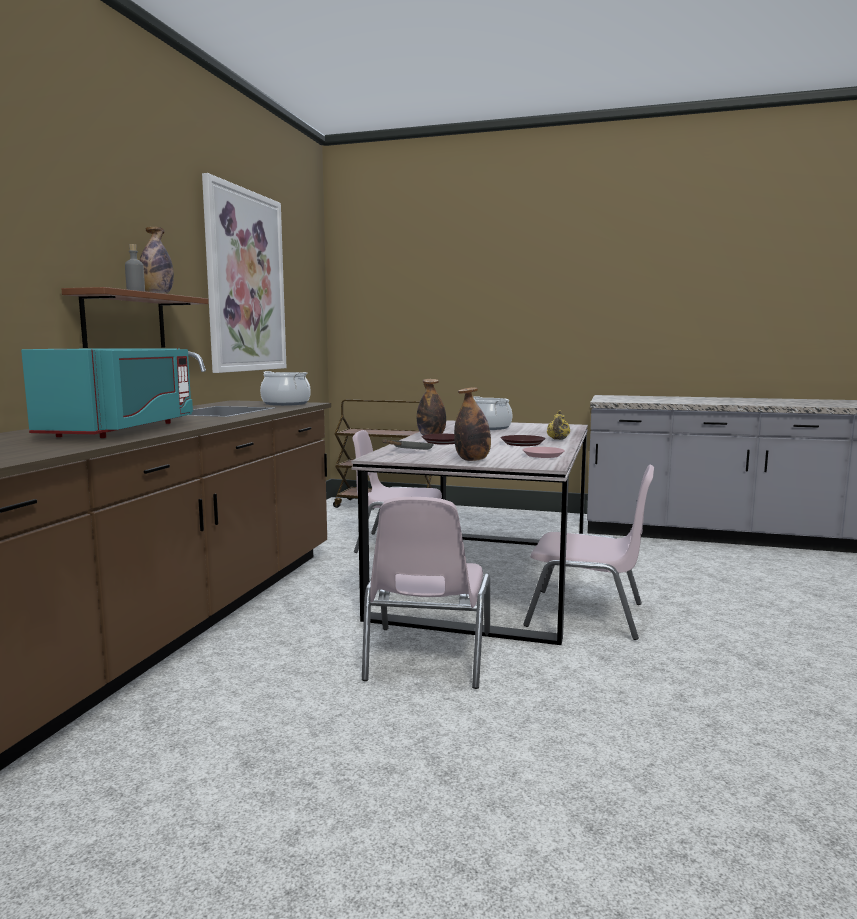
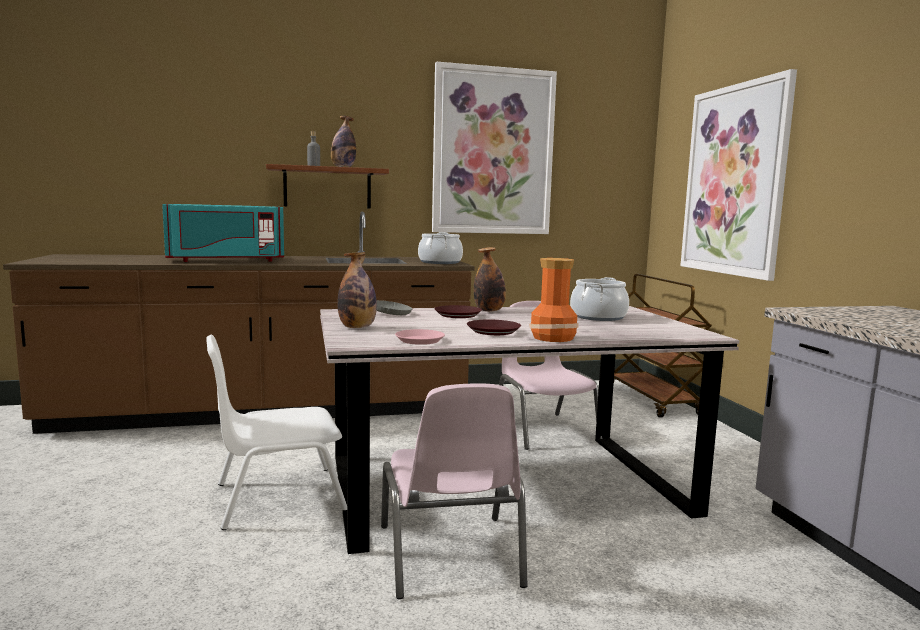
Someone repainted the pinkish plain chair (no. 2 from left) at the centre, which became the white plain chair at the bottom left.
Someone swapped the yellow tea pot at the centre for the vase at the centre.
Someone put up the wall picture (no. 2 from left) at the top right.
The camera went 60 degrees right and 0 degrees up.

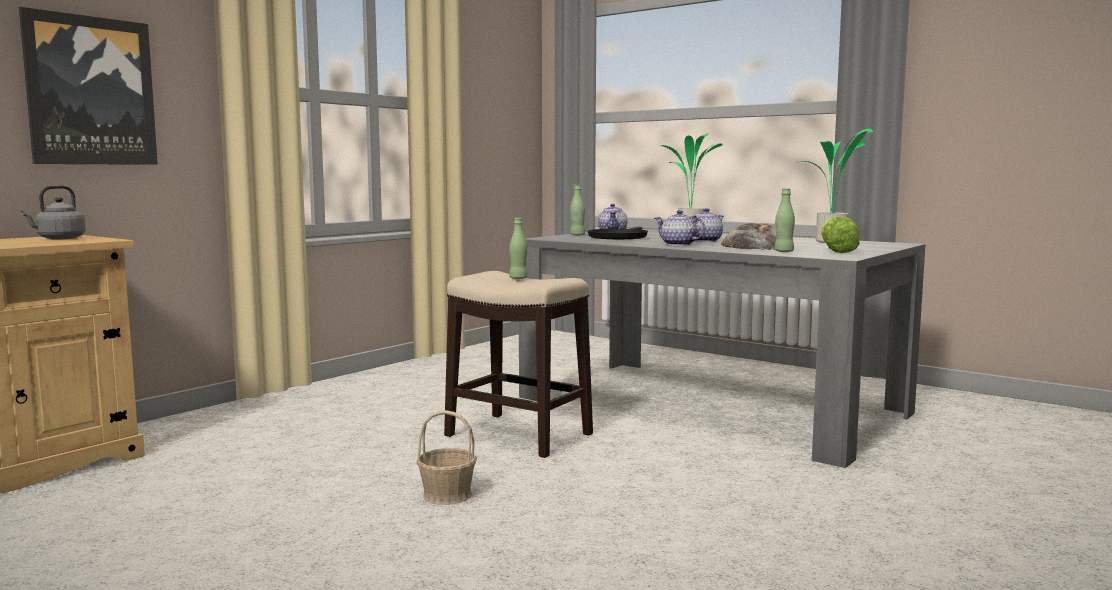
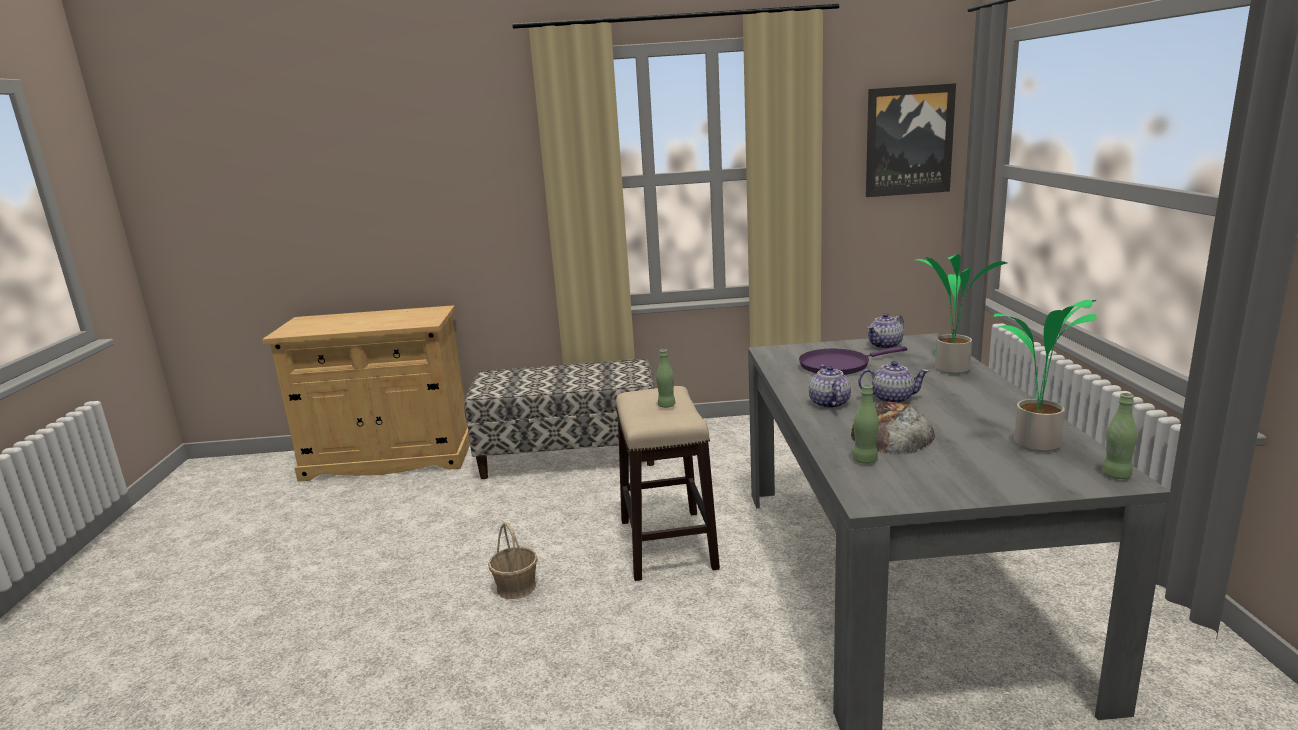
Someone carried the wall picture from the top left to the top right.
Someone took away the greyish tea kettle at the middle left.
Someone carried the green-coloured drink bottle (no. 2 from left in the first image) from the centre to the middle right.
Someone repainted the blackish pan at the centre, which became the purplish pan at the centre.
Someone took away the lettuce head at the middle right.
Someone put down the long seat at the centre.
The camera went 50 degrees right and 10 degrees up.

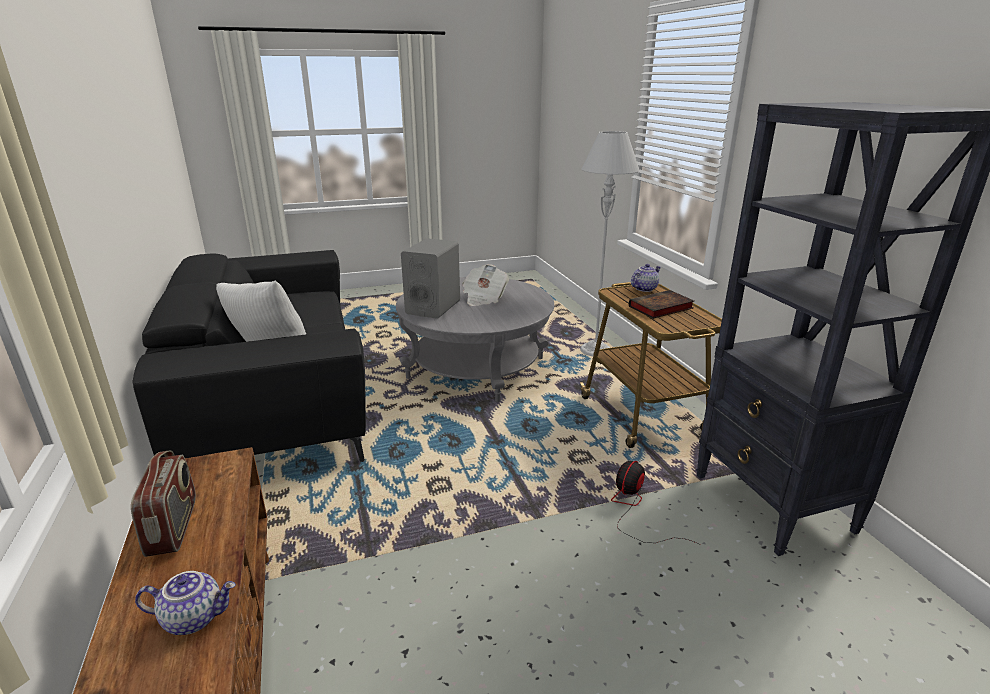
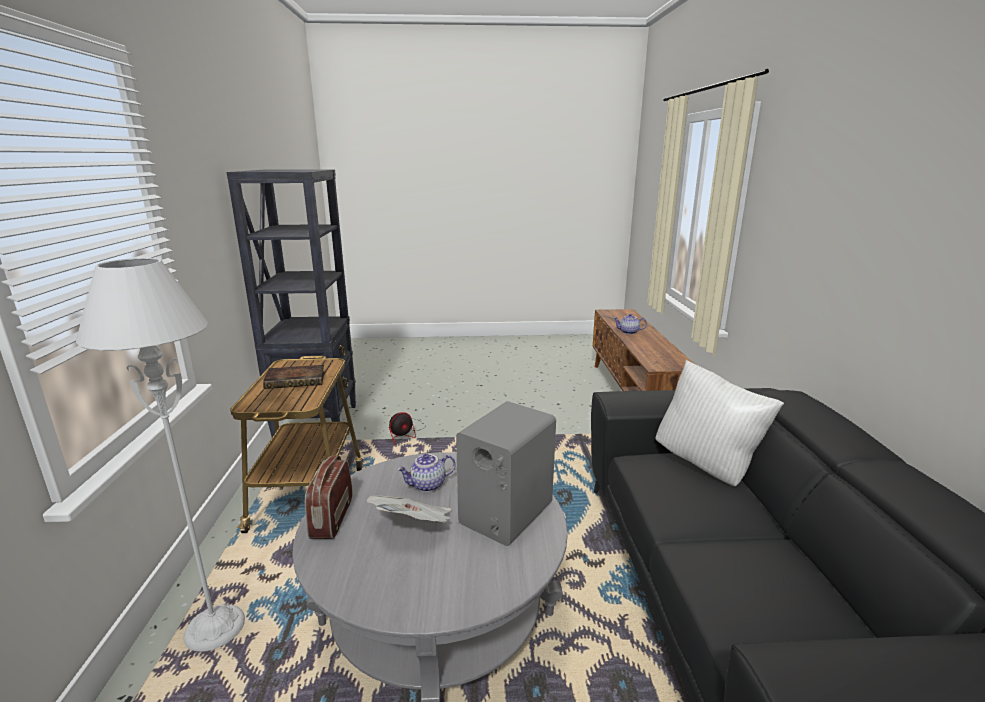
Someone carried the radio from the bottom left to the bottom centre.
Someone carried the tea pot (no. 2 from left in the first image) from the centre to the bottom centre.
The camera went 165 degrees left and 5 degrees down.

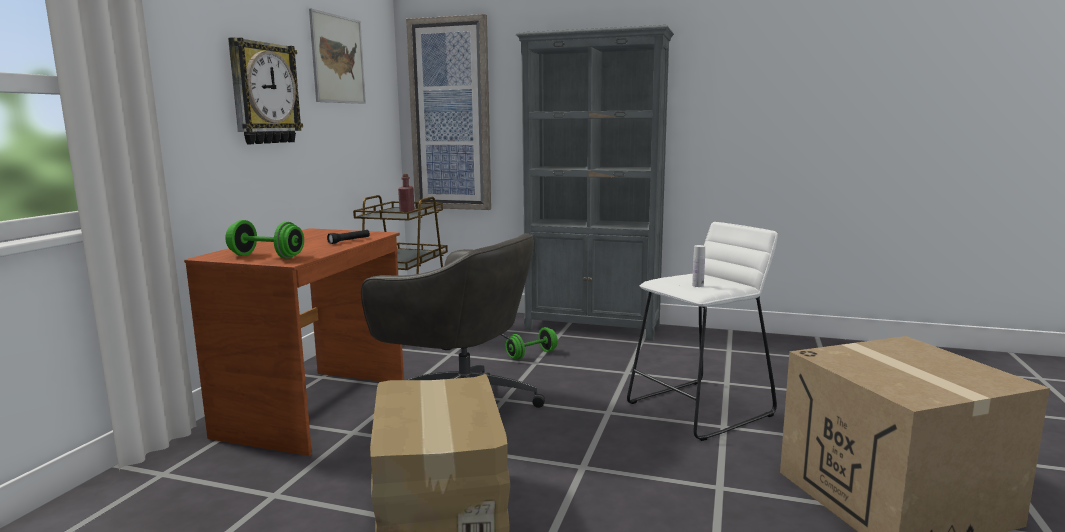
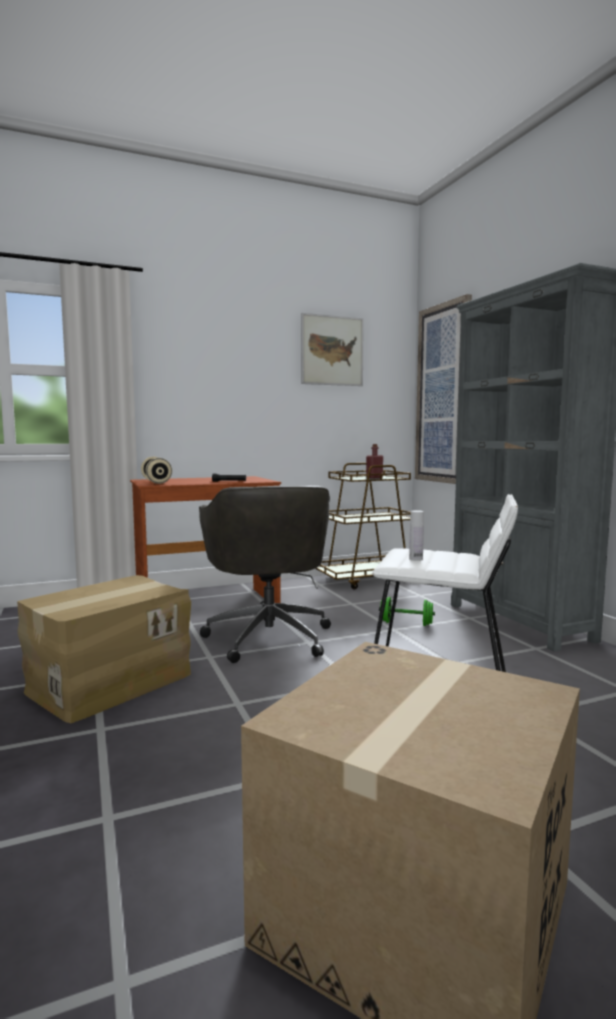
Someone repainted the green-coloured hand weight (no. 1 from left) at the middle left, which became the sand-coloured hand weight at the middle left.
Someone took away the wall clock at the top left.
The camera went 50 degrees right and 5 degrees down.

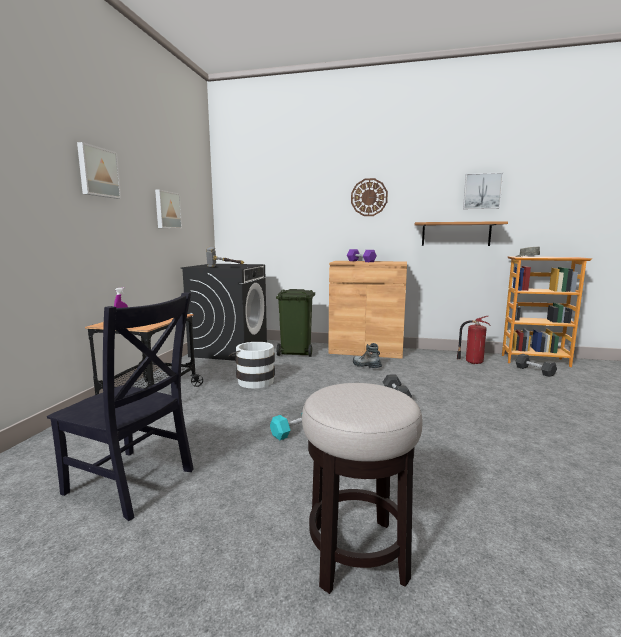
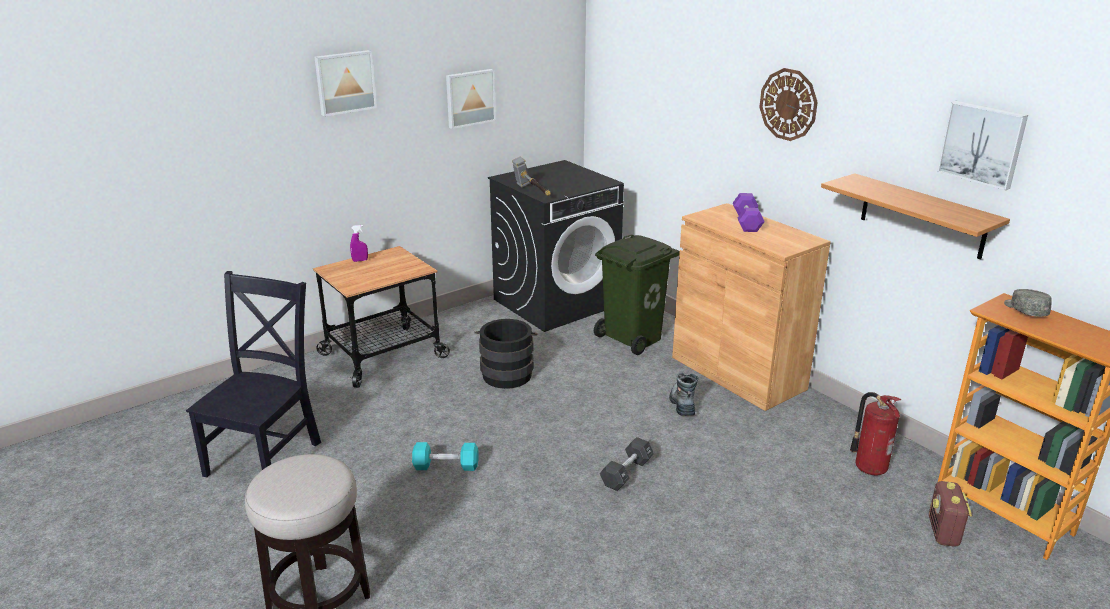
Someone rotated the blackish plain chair at the middle left by 135 degrees counterclockwise.
Someone repainted the white pail at the centre, which became the blackish pail at the centre.
Someone swapped the blackish hand weight (no. 2 from left) at the middle right for the radio at the bottom right.
The camera went 40 degrees right and 15 degrees up.

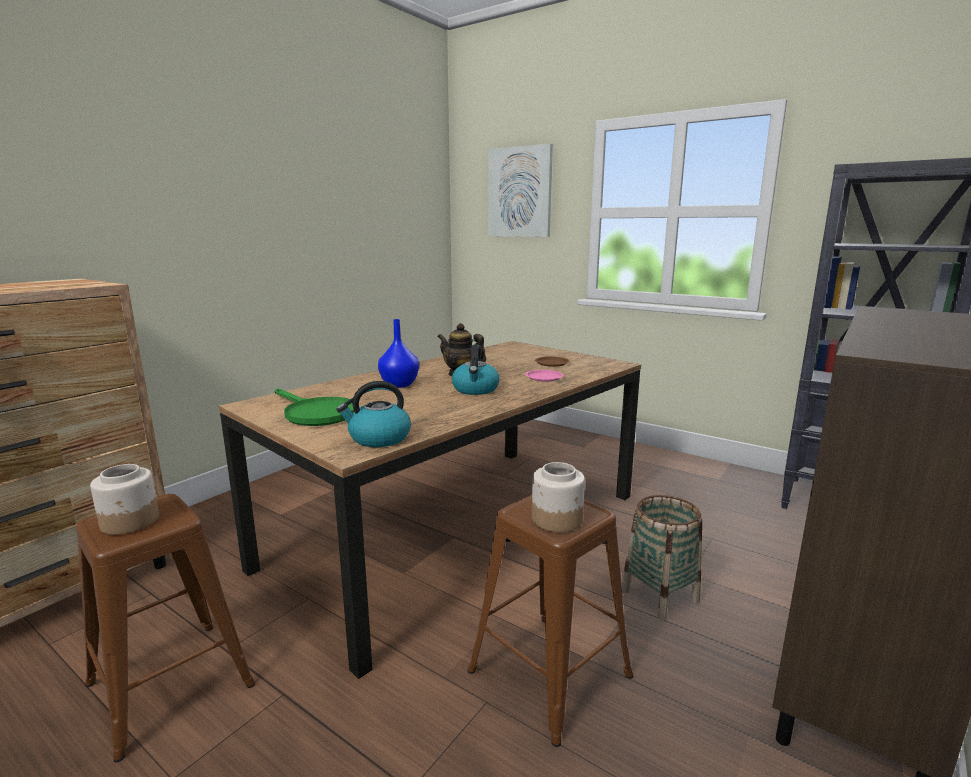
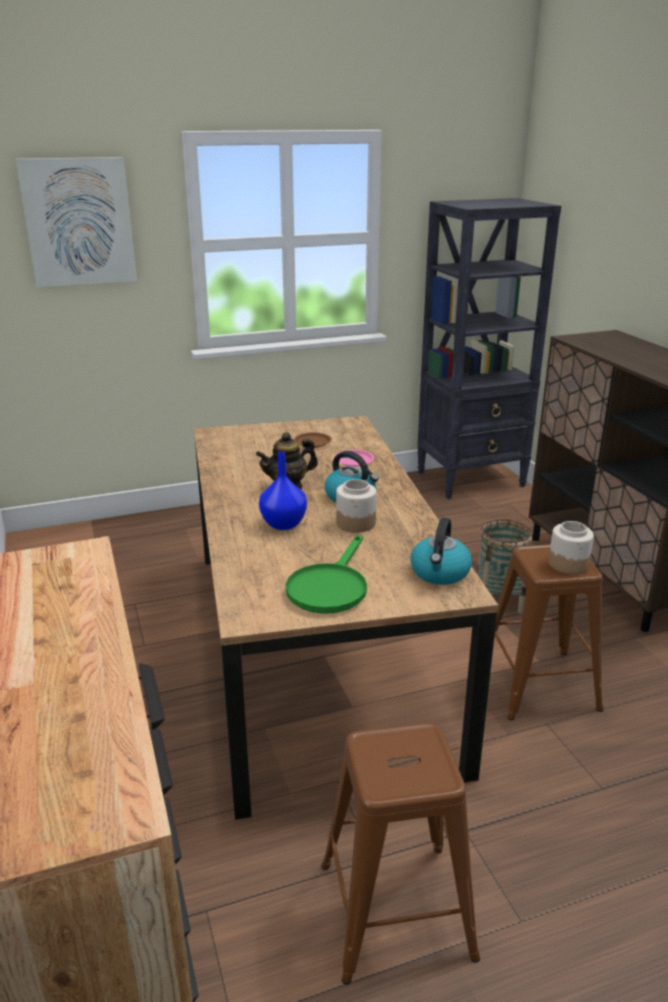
Someone carried the storage jar (no. 1 from left) from the middle left to the centre.
Someone rotated the green-coloured pan at the middle left by 120 degrees clockwise.
The camera went 55 degrees left and 10 degrees up.

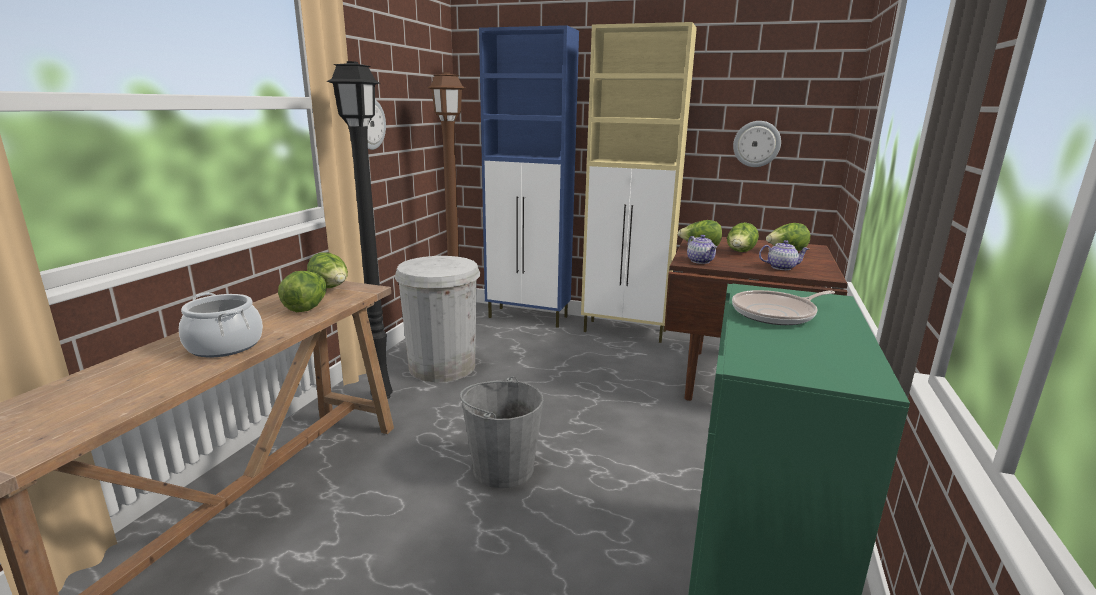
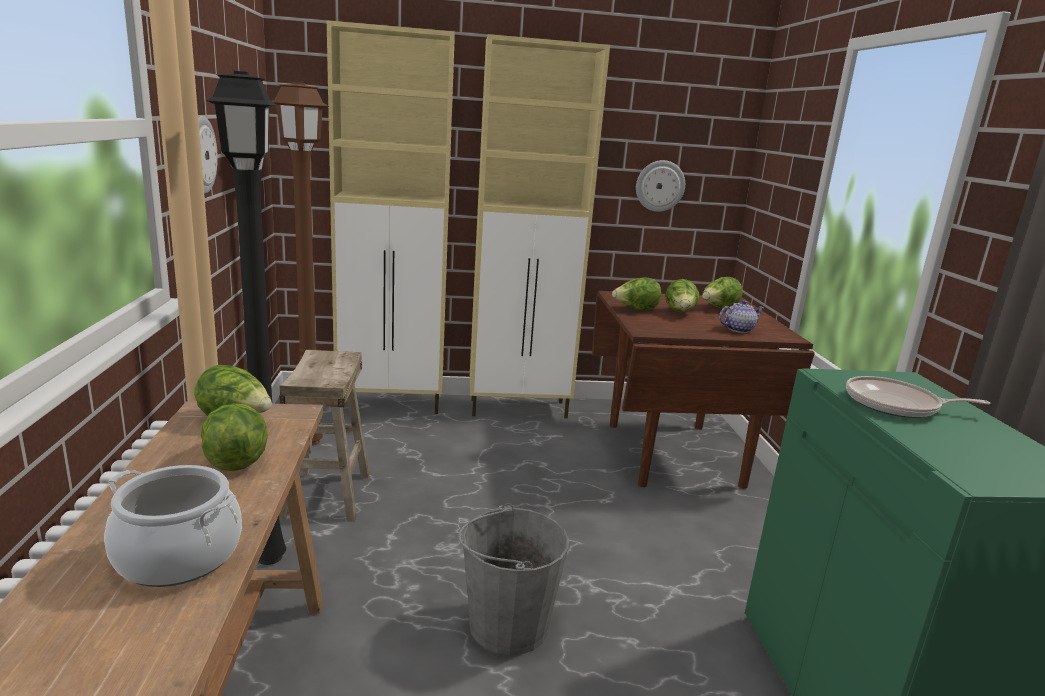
Someone swapped the white waste bin at the centre for the sand-coloured stool at the middle left.
Someone repainted the blue-coloured cupboard at the top centre, which became the sand-coloured cupboard (no. 1 from left) at the top centre.
Someone took away the tea pot (no. 1 from left) at the centre.
Someone rotated the pan at the middle right by 60 degrees clockwise.
The camera went 25 degrees left and 0 degrees up.

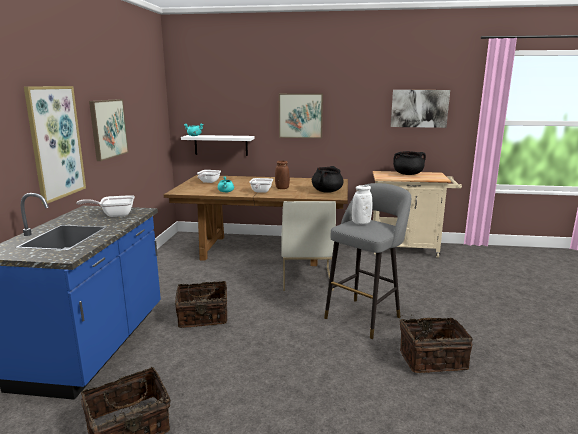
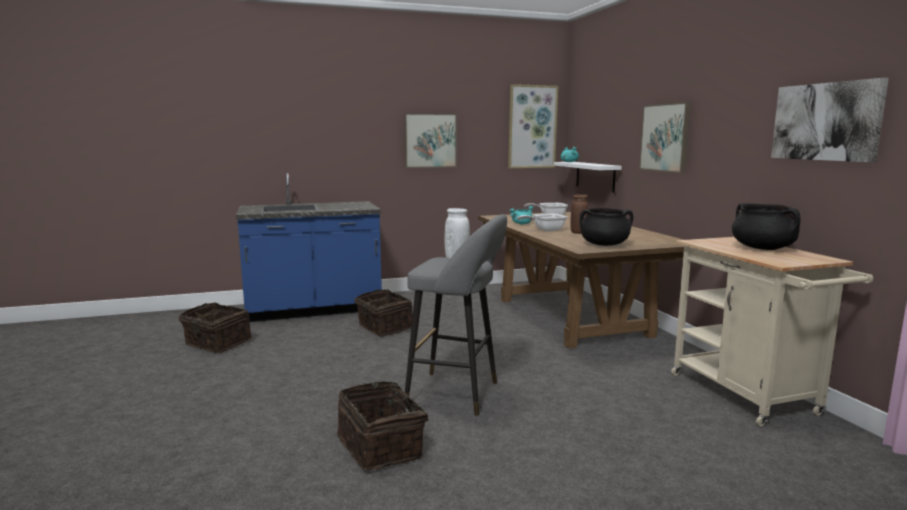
Someone carried the wall picture (no. 1 from left in the first image) from the middle left to the top centre.
Someone took away the pan (no. 1 from left) at the middle left.
Someone took away the white plain chair at the centre.
The camera went 65 degrees right and 5 degrees down.

